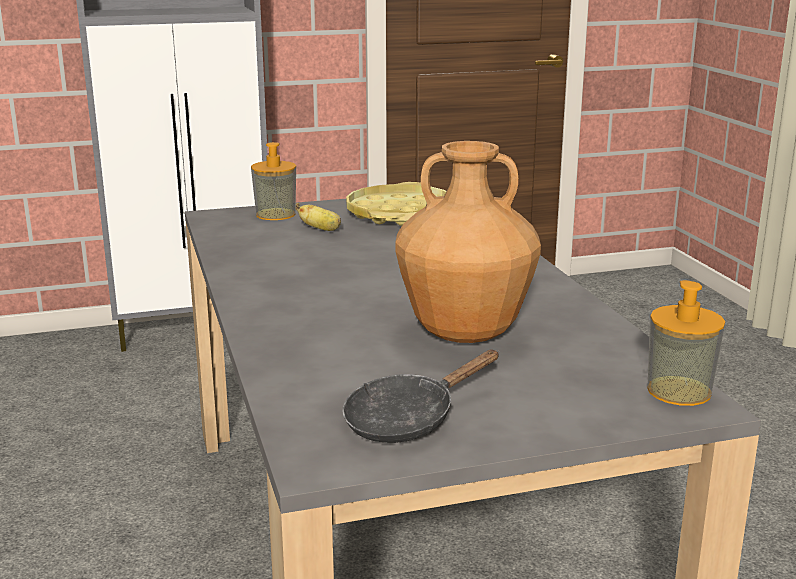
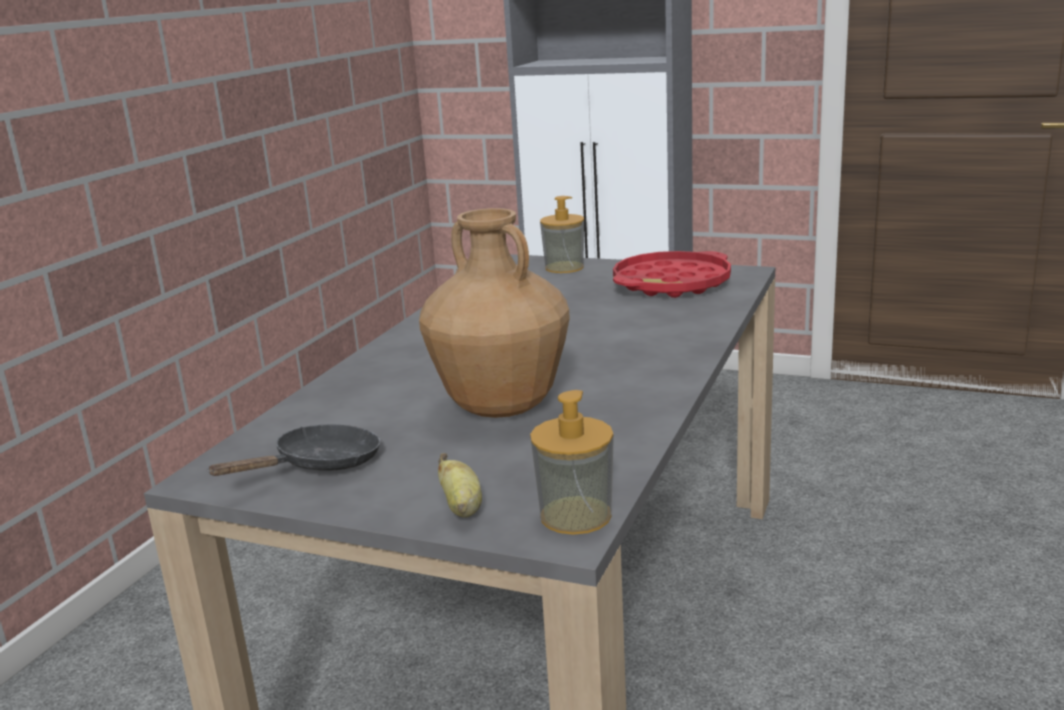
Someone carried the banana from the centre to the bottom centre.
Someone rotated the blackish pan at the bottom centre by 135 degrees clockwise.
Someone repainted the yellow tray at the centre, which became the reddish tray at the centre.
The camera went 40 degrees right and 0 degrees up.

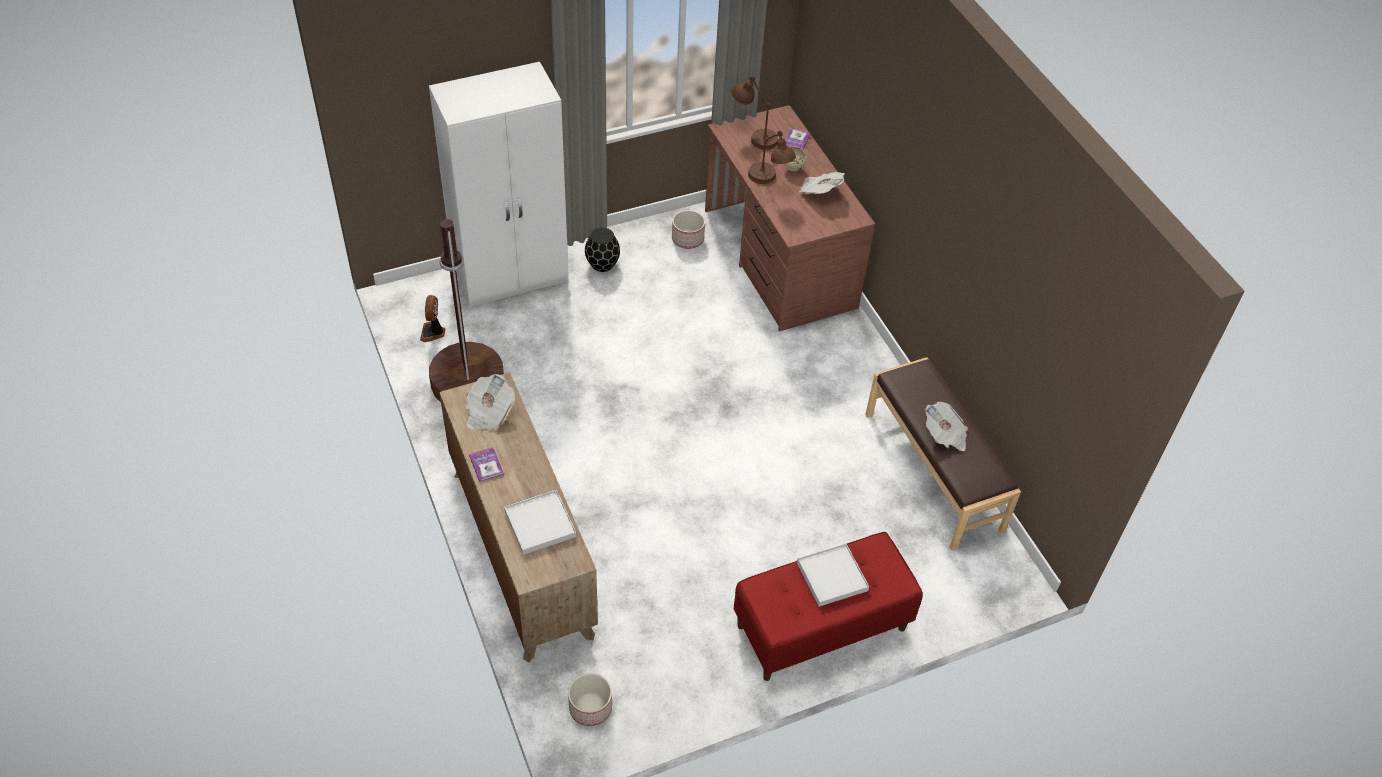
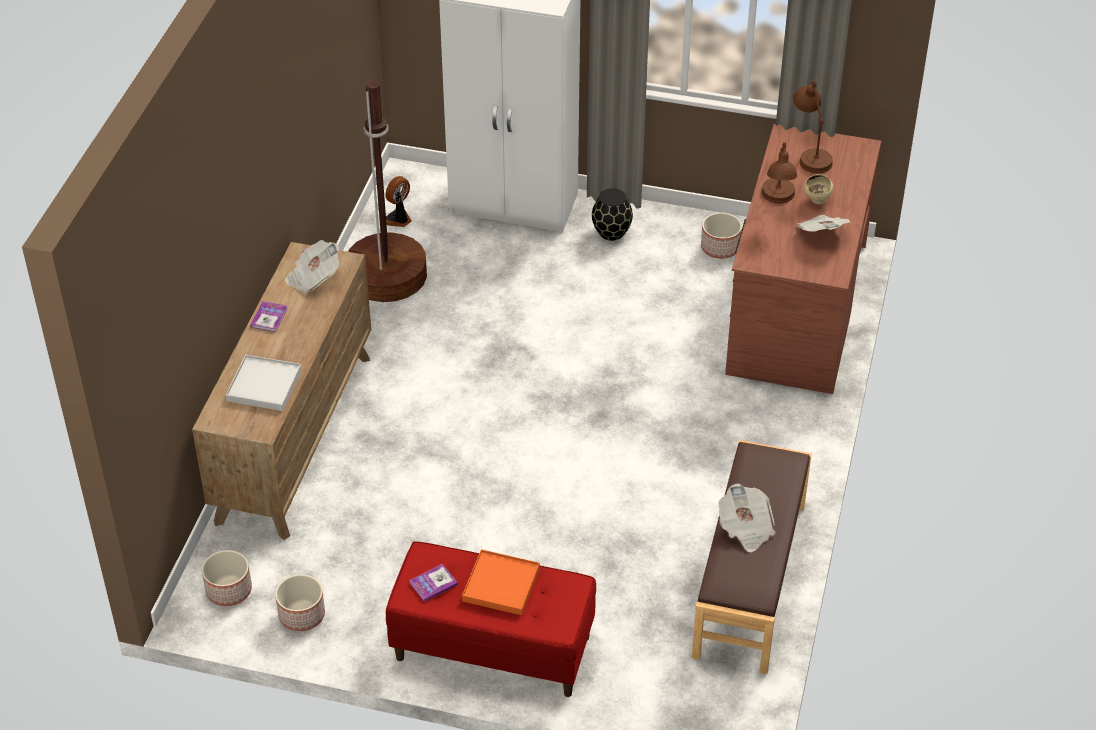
Someone carried the bound book (no. 2 from left) from the top centre to the bottom centre.
Someone repainted the white tray (no. 2 from left) at the bottom centre, which became the orange-coloured tray at the bottom centre.
Someone put down the flower pot (no. 2 from left) at the bottom left.
The camera went 40 degrees right and 5 degrees down.

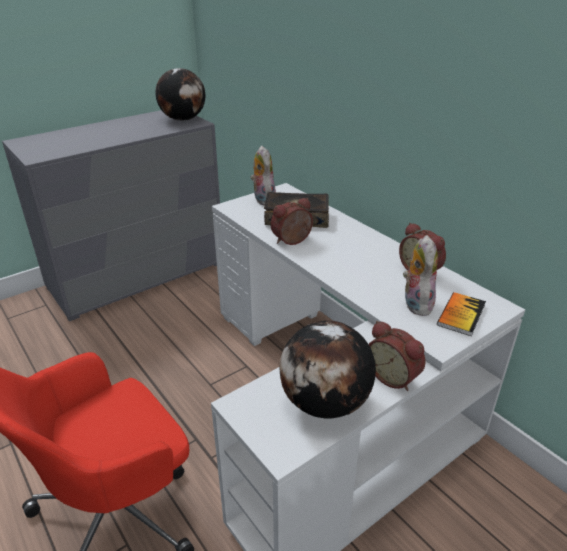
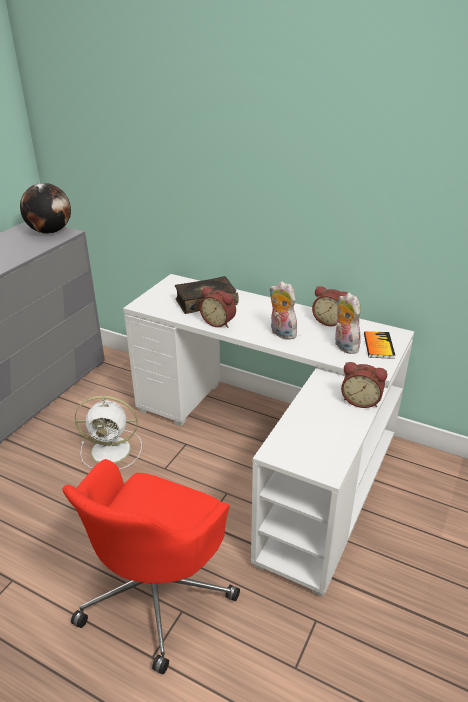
Someone carried the plush toy (no. 1 from left) from the top centre to the centre.
Someone rotated the alarm clock (no. 1 from left) at the centre by 90 degrees counterclockwise.
Someone took away the desk globe (no. 2 from left) at the bottom centre.
Someone put down the white electric fan at the middle left.
The camera went 25 degrees left and 0 degrees up.

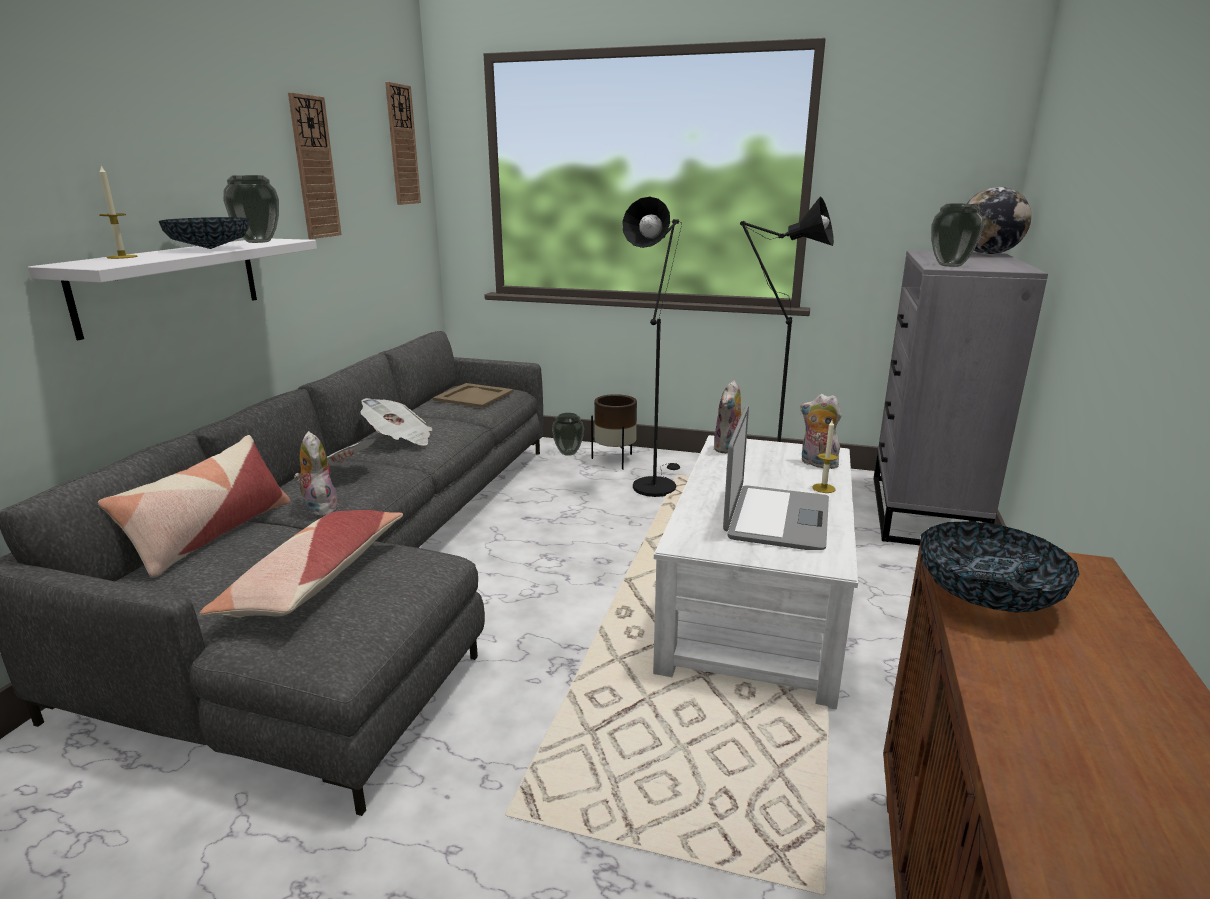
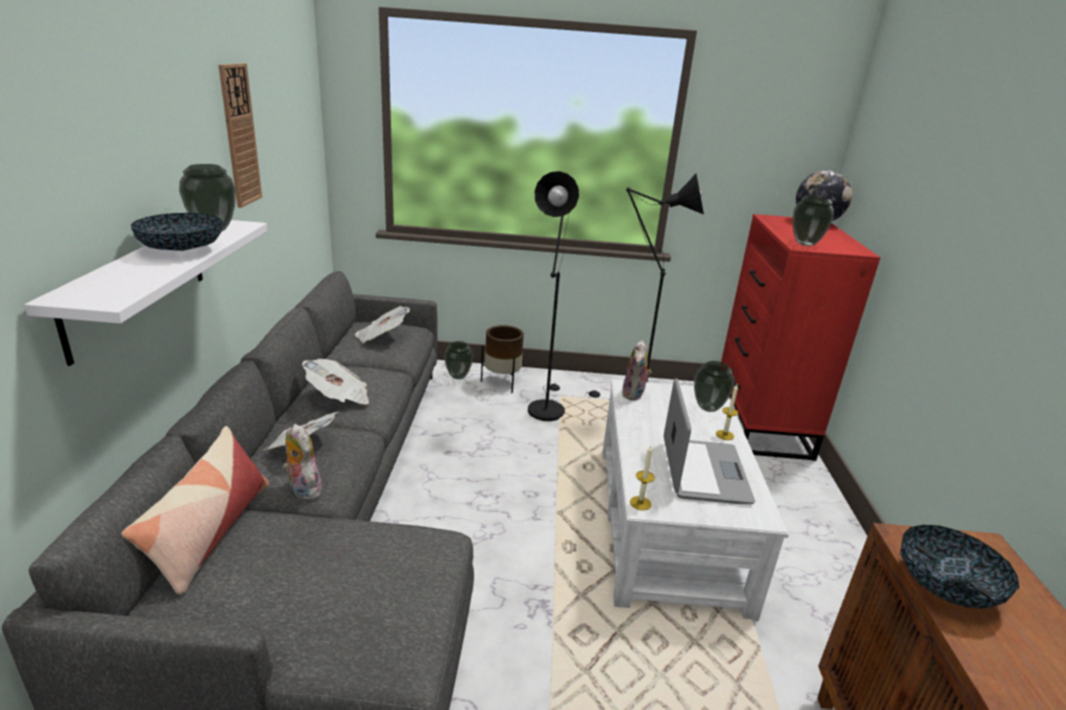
Someone carried the candle (no. 1 from left) from the top left to the bottom centre.
Someone took away the throw pillow (no. 2 from left) at the middle left.
Someone took away the wall clock (no. 2 from left) at the top left.
Someone swapped the sand-coloured tray at the centre for the printed paper (no. 3 from left) at the centre.
Someone swapped the plush toy (no. 3 from left) at the middle right for the vase (no. 3 from left) at the middle right.
Someone repainted the greyish dresser at the middle right, which became the reddish dresser at the middle right.
The camera went 15 degrees left and 5 degrees up.

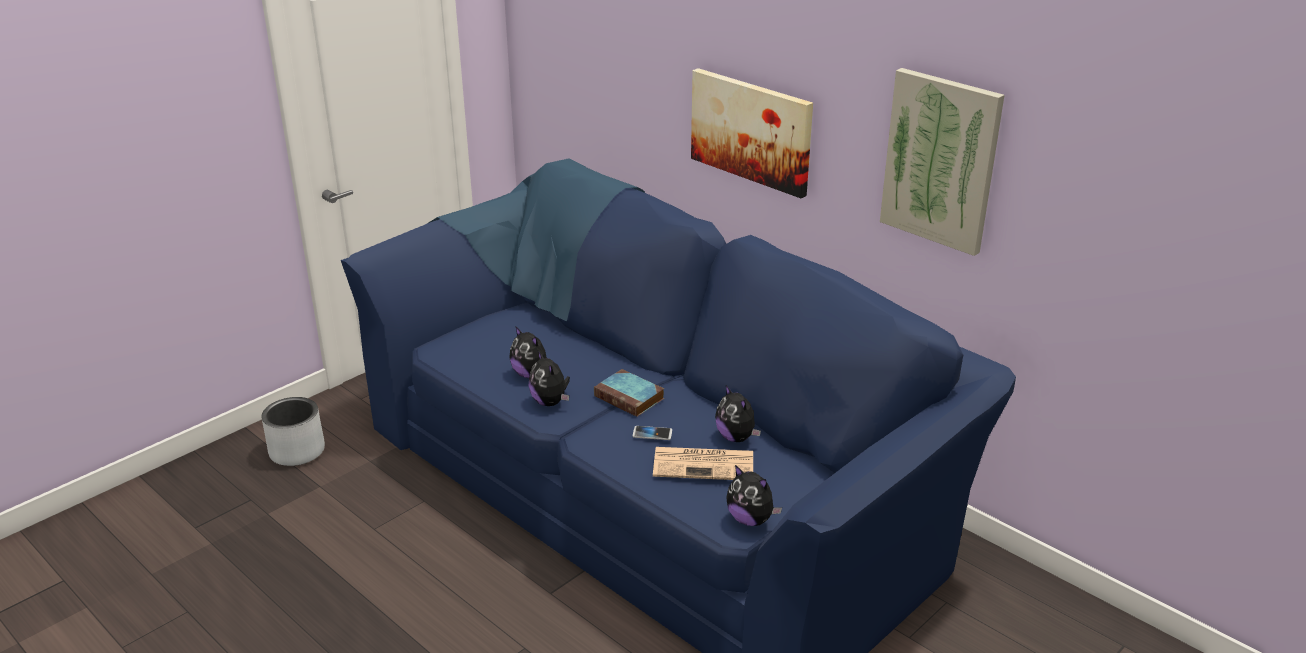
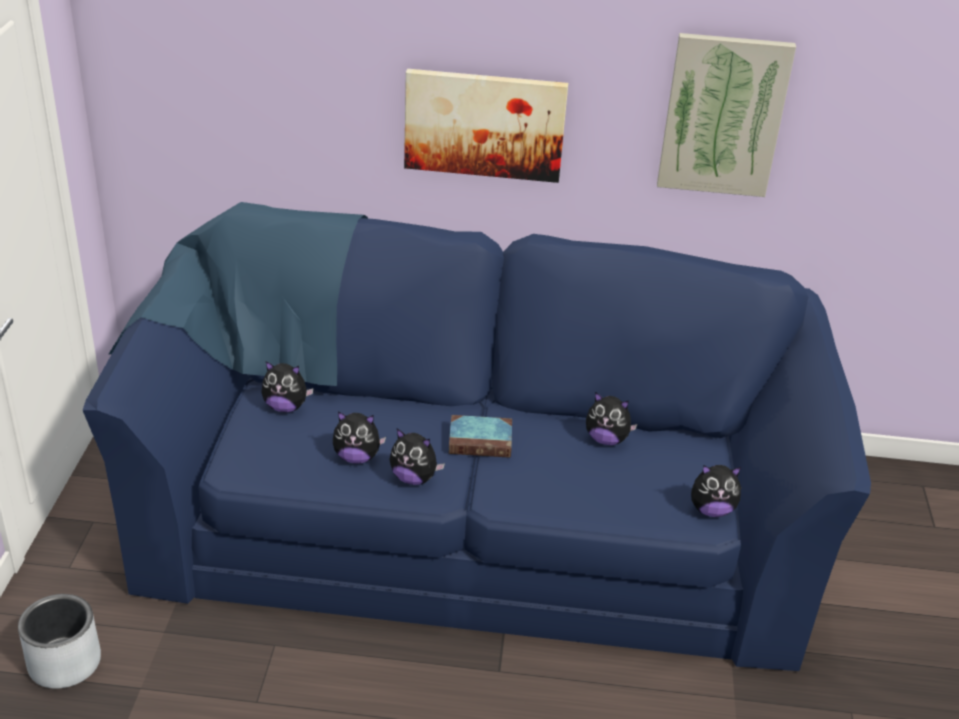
Someone took away the handset at the centre.
Someone took away the printed paper at the bottom centre.
Someone put down the plush toy (no. 1 from left) at the middle left.
The camera went 40 degrees left and 5 degrees up.

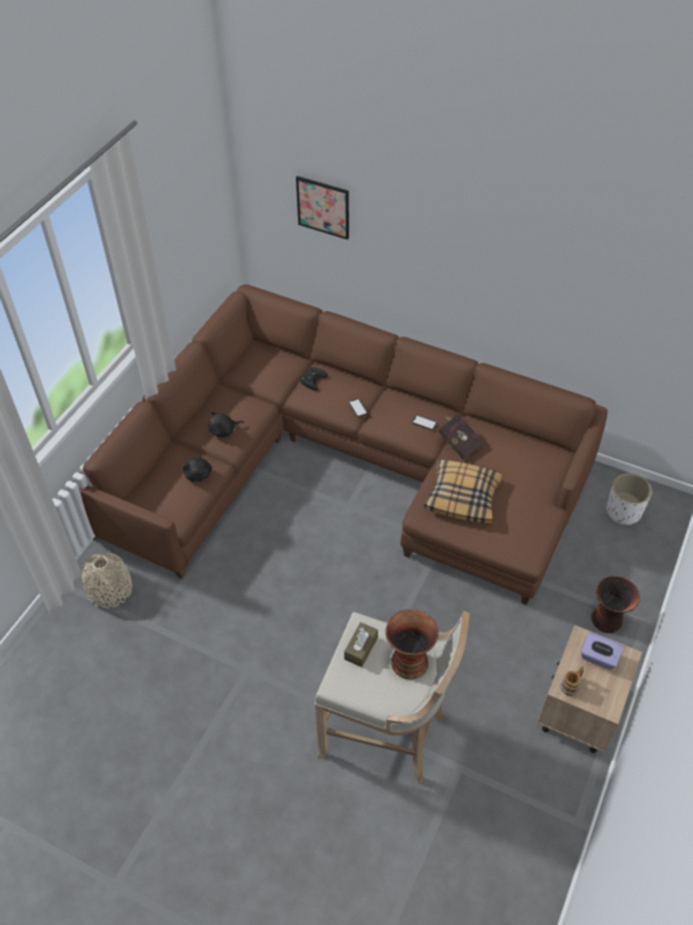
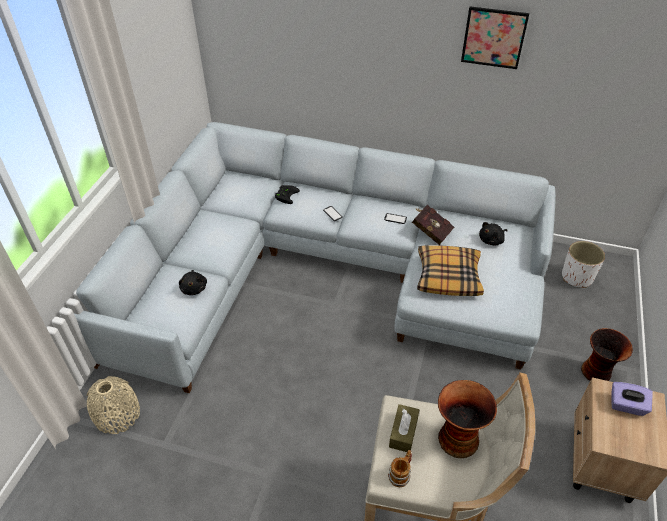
Someone repainted the brown couch at the centre, which became the greyish couch at the centre.
Someone carried the blackish plush toy (no. 2 from left) from the middle left to the middle right.
Someone carried the wall picture from the top centre to the top right.
Someone carried the coffee mug from the bottom right to the bottom centre.
The camera went 10 degrees left and 5 degrees down.

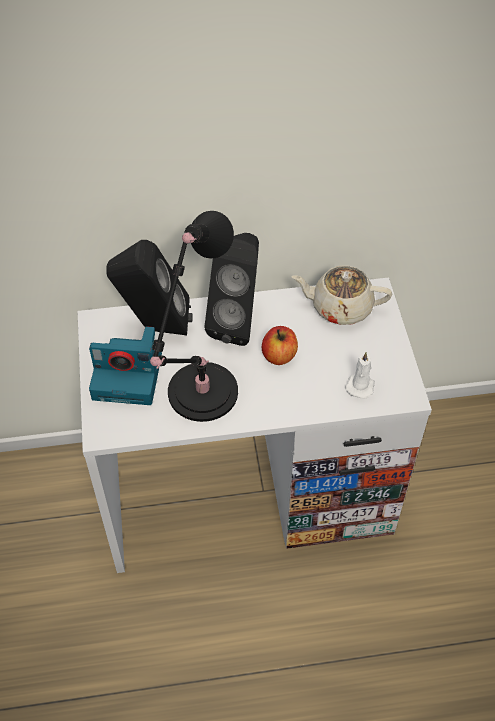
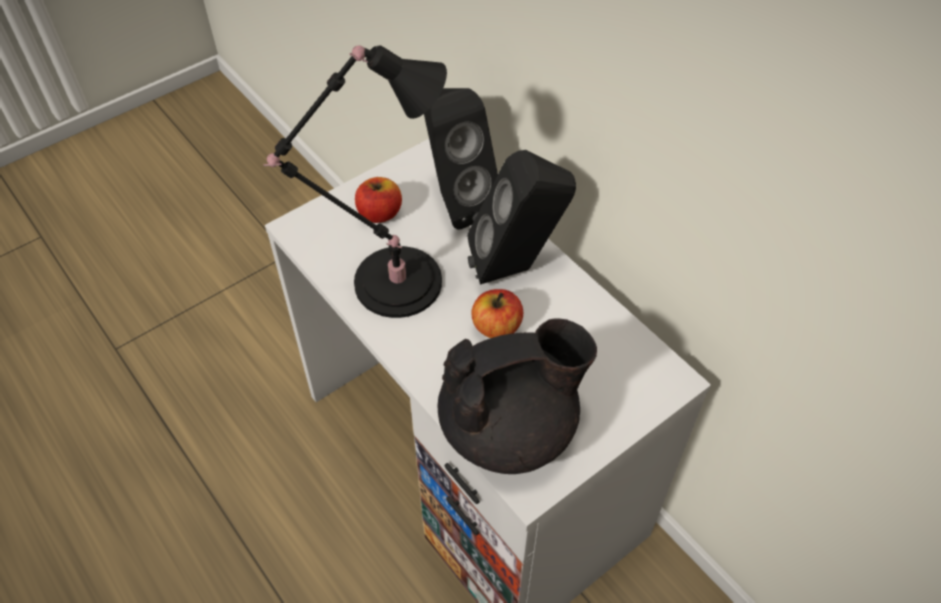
Someone swapped the photo camera at the middle left for the apple (no. 1 from left) at the top centre.
Someone took away the sand-coloured tea pot at the middle right.
Someone swapped the white candle at the middle right for the blackish tea pot at the centre.
The camera went 60 degrees right and 0 degrees up.

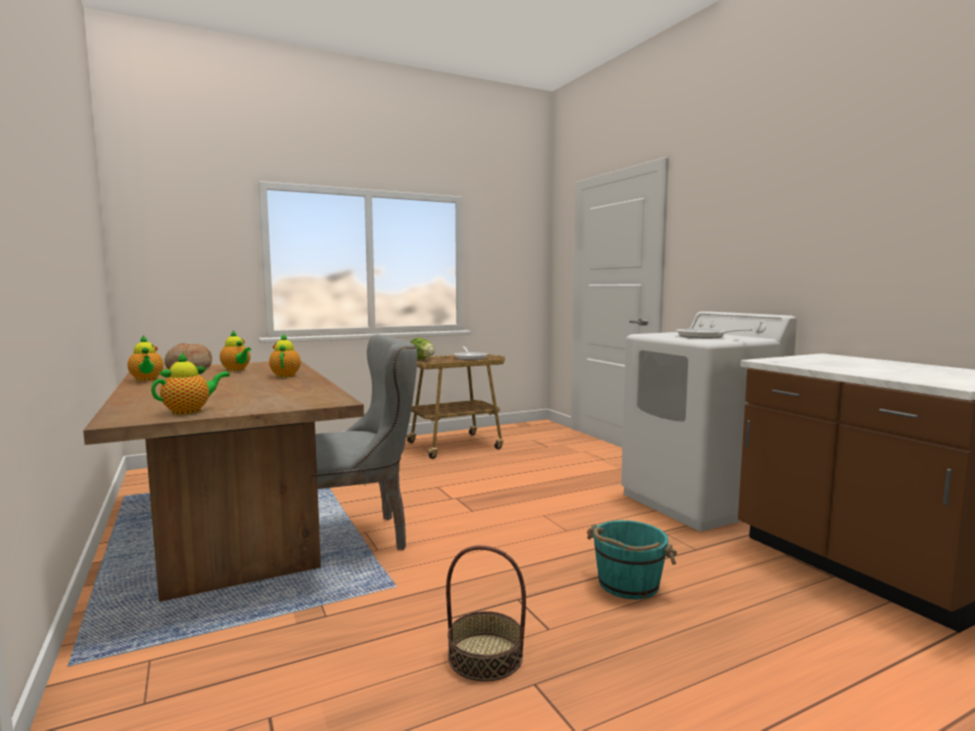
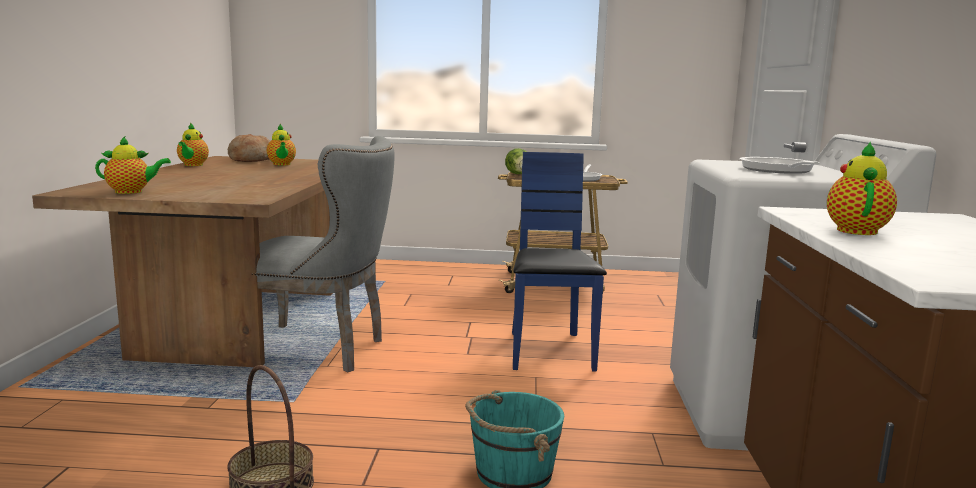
Someone carried the tea pot (no. 4 from left) from the middle left to the middle right.
Someone put down the blue-coloured plain chair at the centre.
The camera went 30 degrees right and 5 degrees up.

